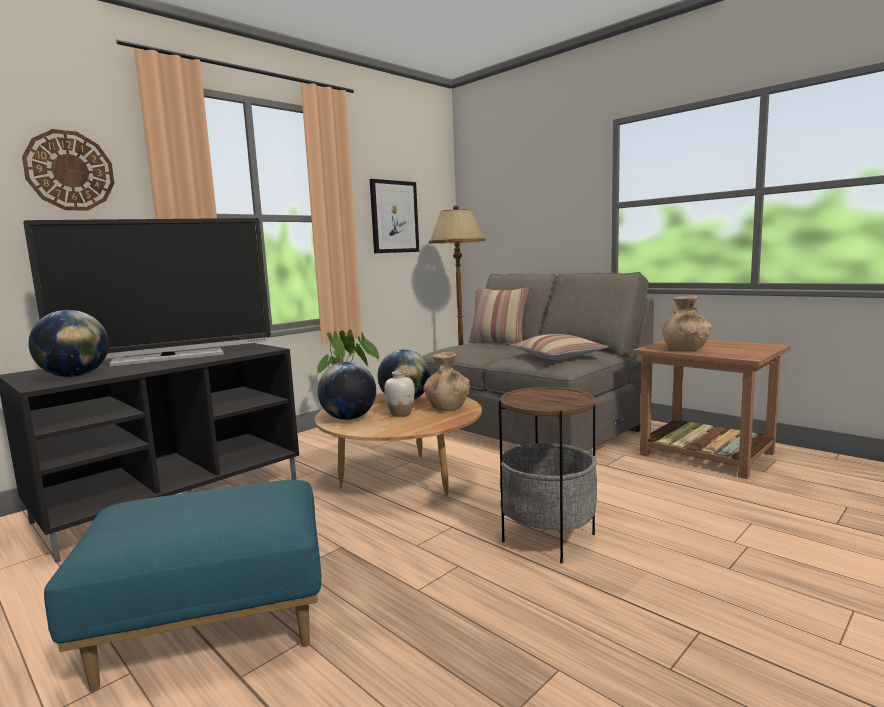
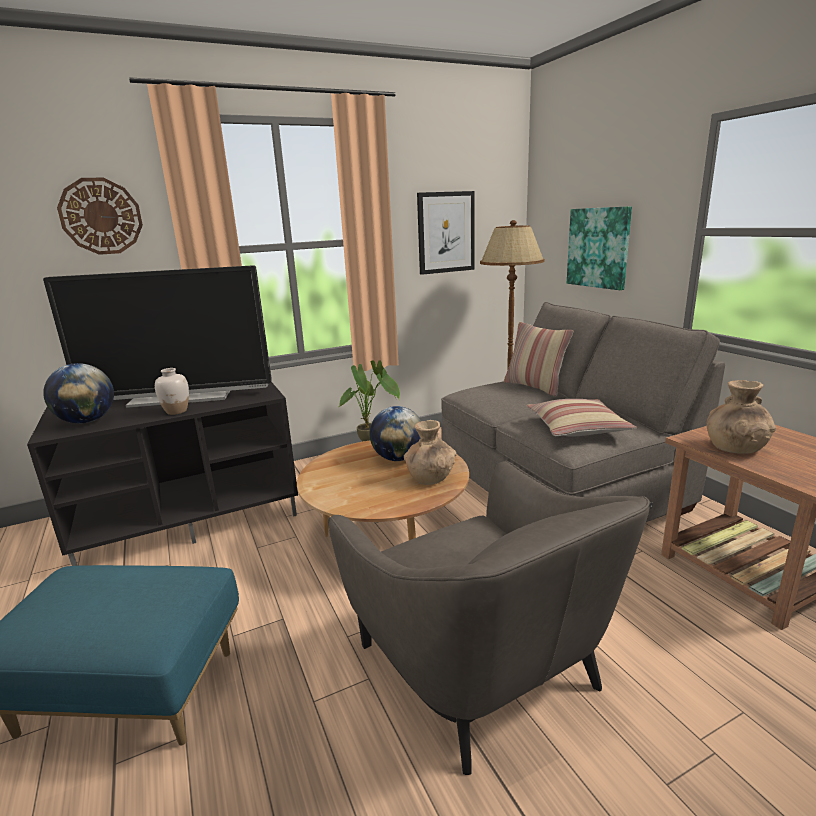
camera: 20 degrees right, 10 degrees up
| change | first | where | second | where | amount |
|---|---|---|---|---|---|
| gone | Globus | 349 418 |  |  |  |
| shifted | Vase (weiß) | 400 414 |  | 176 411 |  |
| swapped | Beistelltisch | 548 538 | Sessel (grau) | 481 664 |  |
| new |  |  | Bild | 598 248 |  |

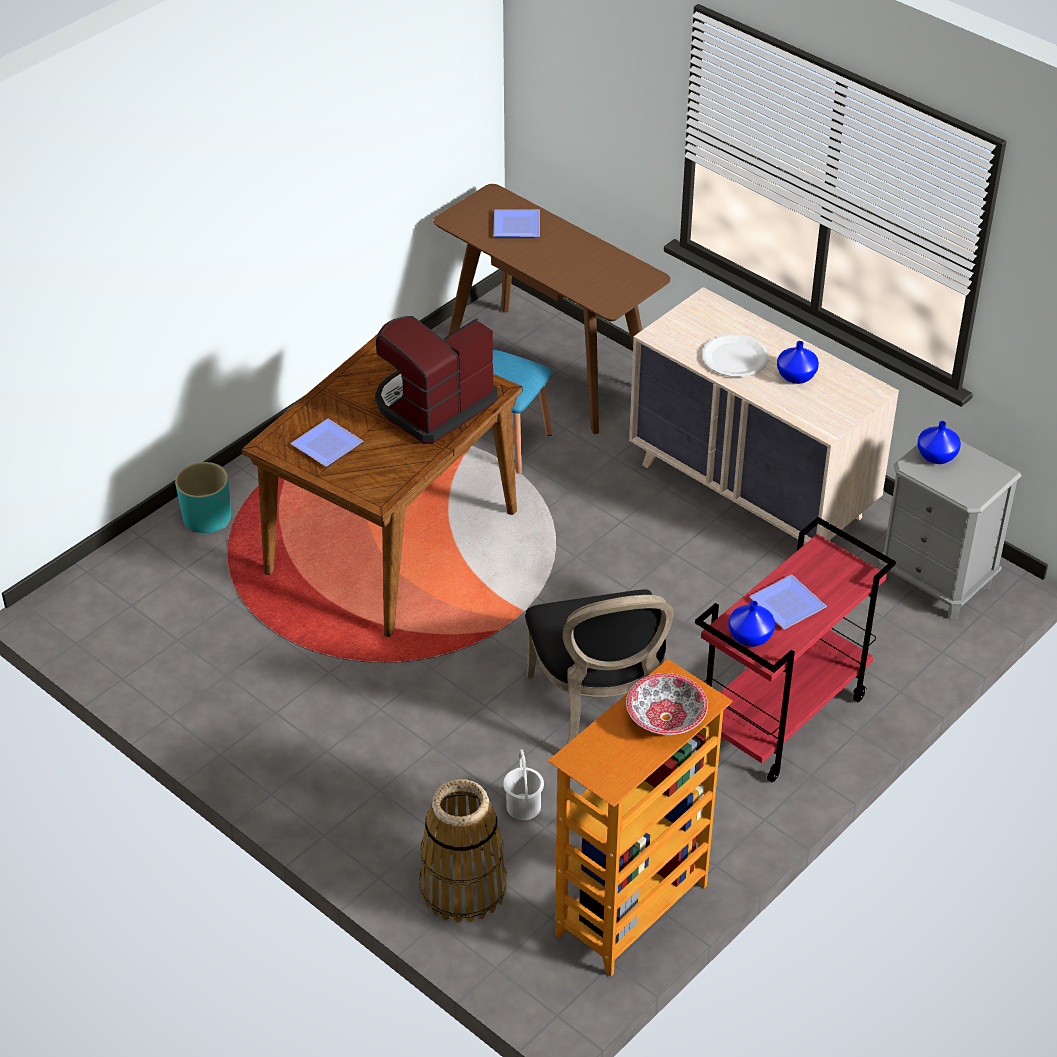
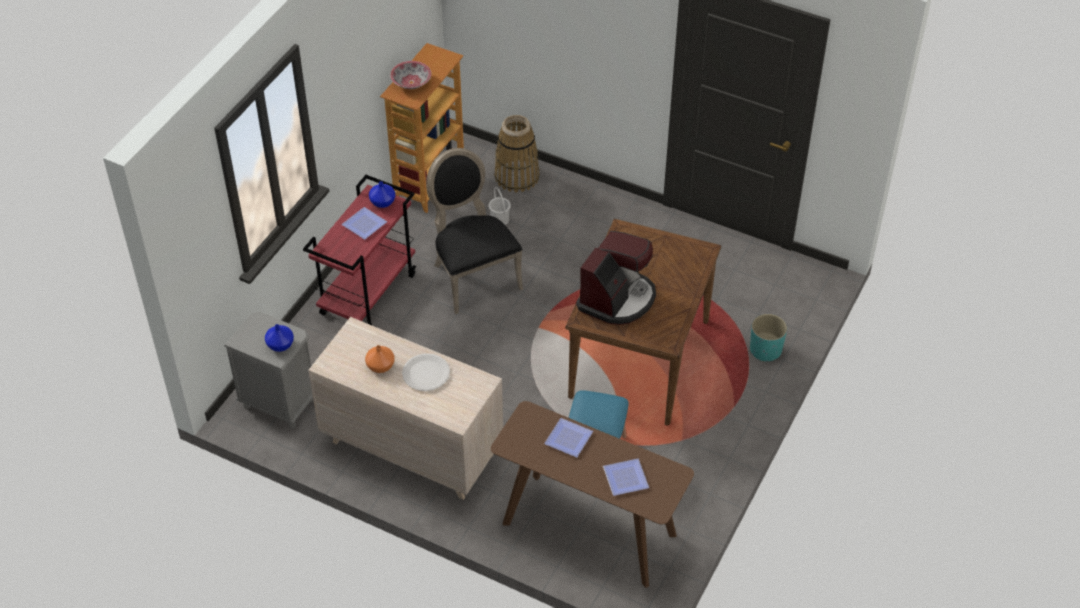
camera: 165 degrees right, 5 degrees up
| change | first | where | second | where | amount |
|---|---|---|---|---|---|
| shifted | Teller | 327 443 |  | 569 440 |  |
| repainted | Vase (blau) | 795 376 | Vase (orange) | 381 366 |  |

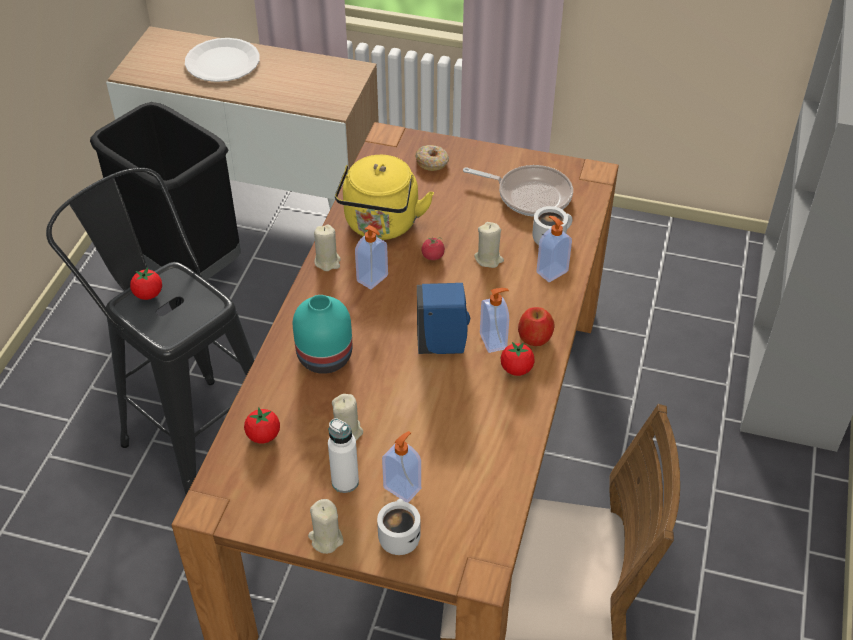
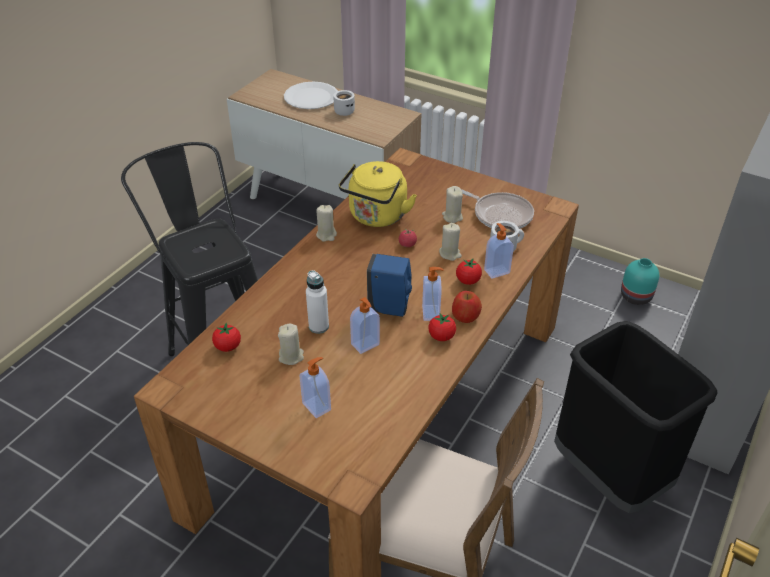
camera: 15 degrees right, 5 degrees down
| change | first | where | second | where | amount |
|---|---|---|---|---|---|
| shifted | Mülleimer (schwarz) | 185 265 |  | 611 474 |  |
| shifted | Tomate | 148 294 |  | 468 281 |  |
| shifted | Vase (türkis) | 323 357 |  | 634 296 |  |
| shifted | Kerze (beige) | 326 539 |  | 452 217 |  |
| shifted | Flasche (weiß) | 345 482 |  | 318 326 |  |
| shifted | Seifenspender | 373 279 |  | 366 345 |  |
| shifted | Henkelbecher (weiß) | 397 536 |  | 344 111 |  |
| gone | Donut | 432 162 |  |  |  |

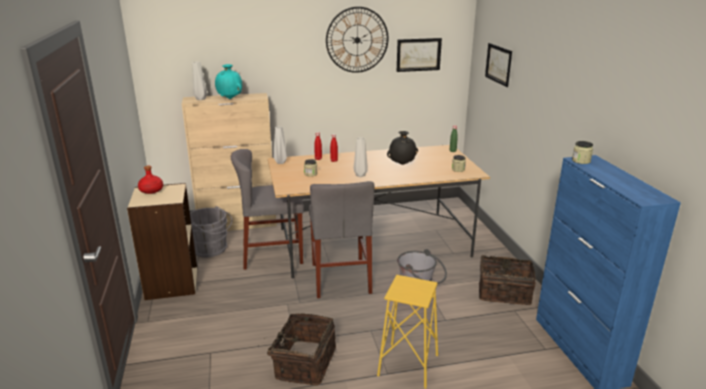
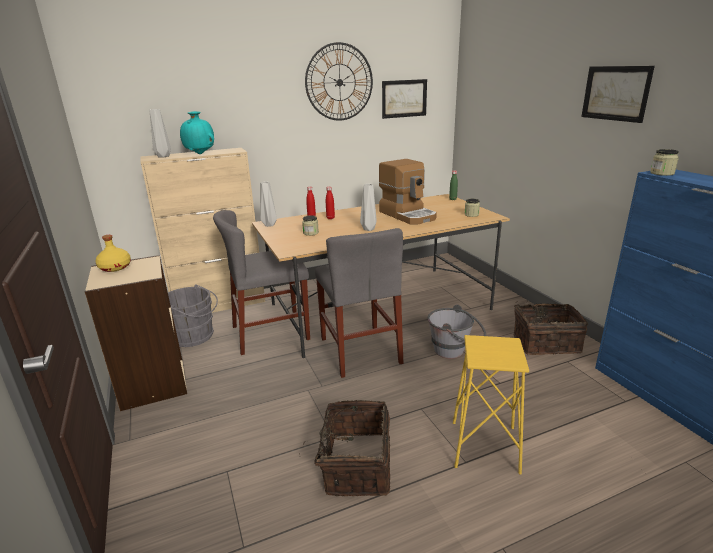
camera: 10 degrees left, 0 degrees up
| change | first | where | second | where | amount |
|---|---|---|---|---|---|
| repainted | Flasche (rot) | 151 190 | Flasche (gelb) | 115 267 |  |
| swapped | Vase (schwarz) | 402 164 | Kaffeemaschine | 408 215 |  |
| shifted | Bild | 498 64 |  | 615 93 |  |

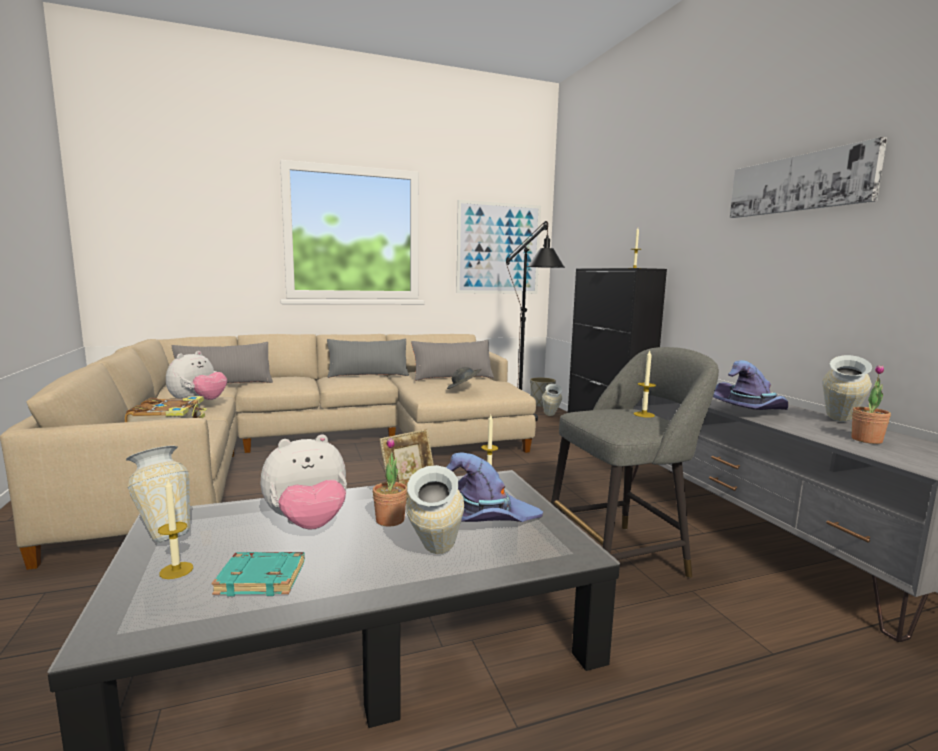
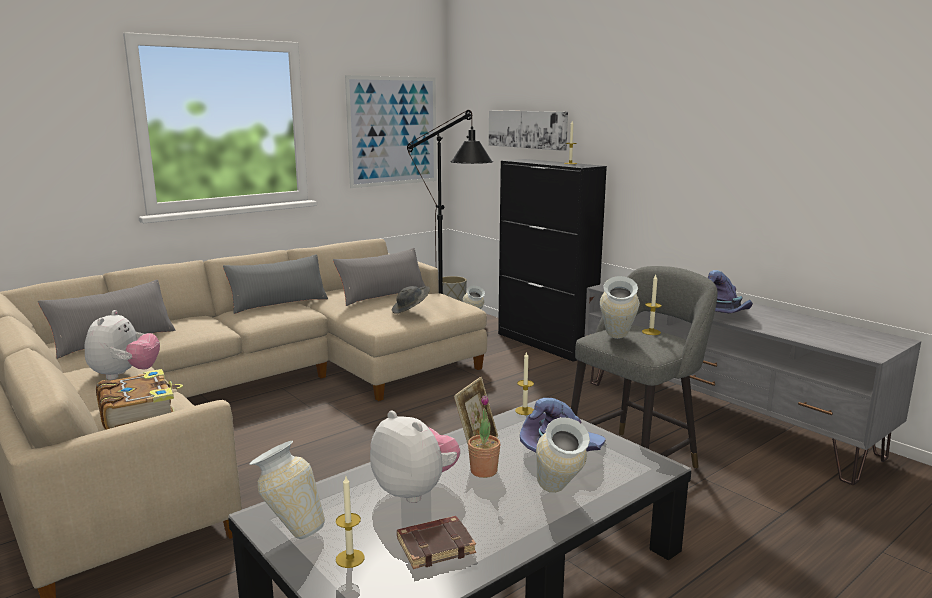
camera: 20 degrees left, 5 degrees up
| change | first | where | second | where | amount |
|---|---|---|---|---|---|
| repainted | Buch (türkis) | 262 578 | Buch (braun) | 436 546 |  |
| rotated | Plüschtier | 308 524 |  | 415 490 | 90 degrees counterclockwise |
| shifted | Bild | 799 183 |  | 527 129 |  |
| shifted | Vase | 839 423 |  | 616 342 |  |
| gone | Topfpflanze | 866 440 |  |  |  |

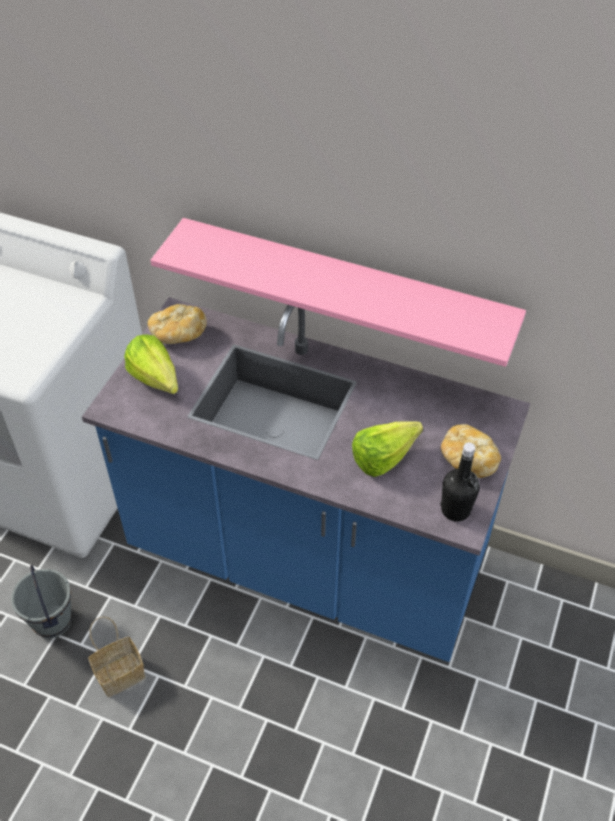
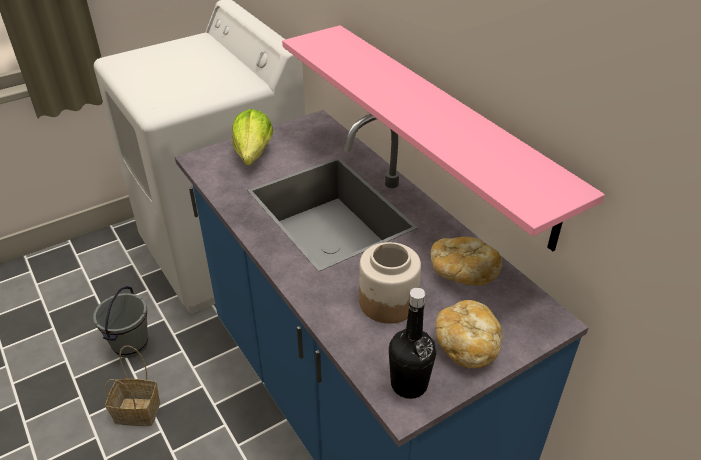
camera: 35 degrees right, 10 degrees down
| change | first | where | second | where | amount |
|---|---|---|---|---|---|
| shifted | Brot | 178 334 |  | 461 273 |  |
| swapped | Salatkopf | 389 457 | Vorratsglas | 387 301 |  |

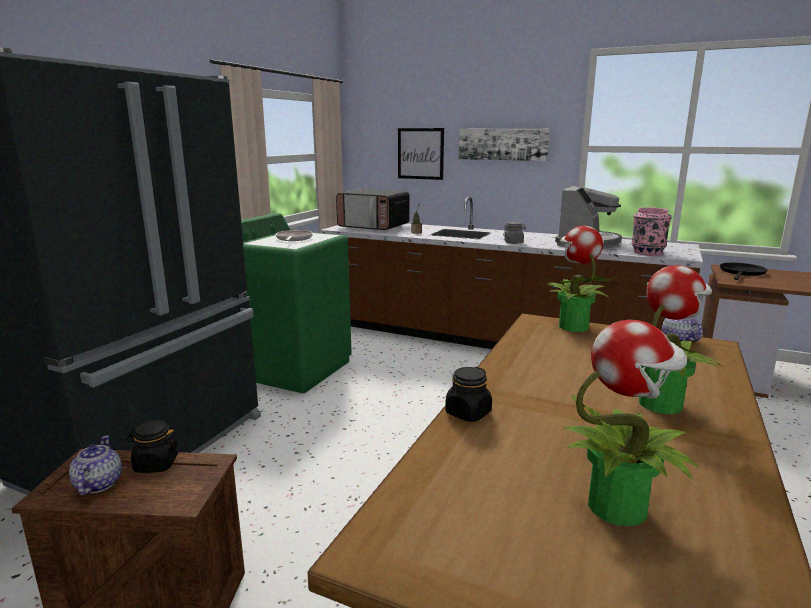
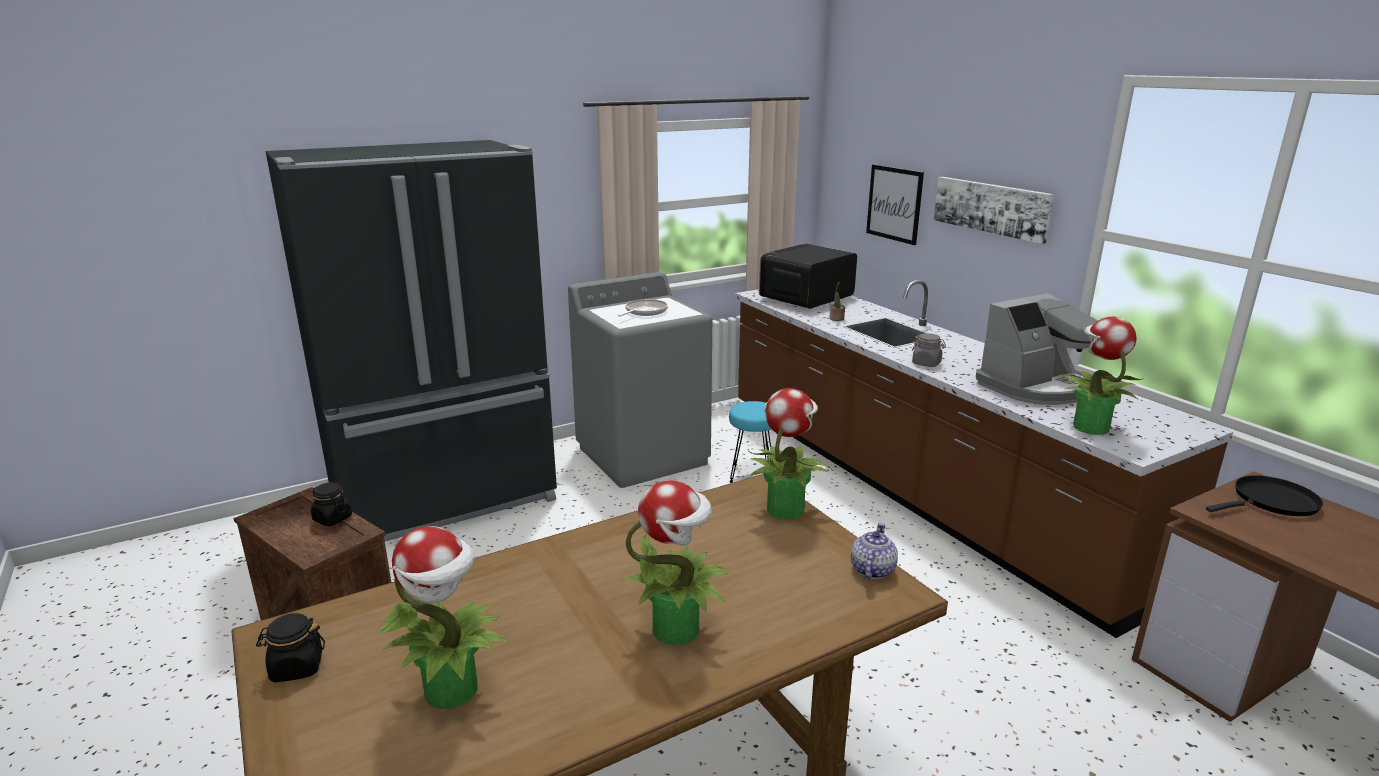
camera: 35 degrees right, 5 degrees up
| change | first | where | second | where | amount |
|---|---|---|---|---|---|
| gone | Teekanne | 97 484 |  |  |  |
| repainted | Waschmaschine (grün) | 293 368 | Waschmaschine (grau) | 643 455 |  |
| rotated | Mikrowelle | 374 226 |  | 805 298 | 75 degrees clockwise |
| shifted | Vorratsglas (schwarz) | 468 413 |  | 296 667 |  |
| swapped | Vase (rosa) | 647 252 | Topfpflanze | 1089 427 |  |
| new |  |  | Hocker (türkis) | 752 475 |  |

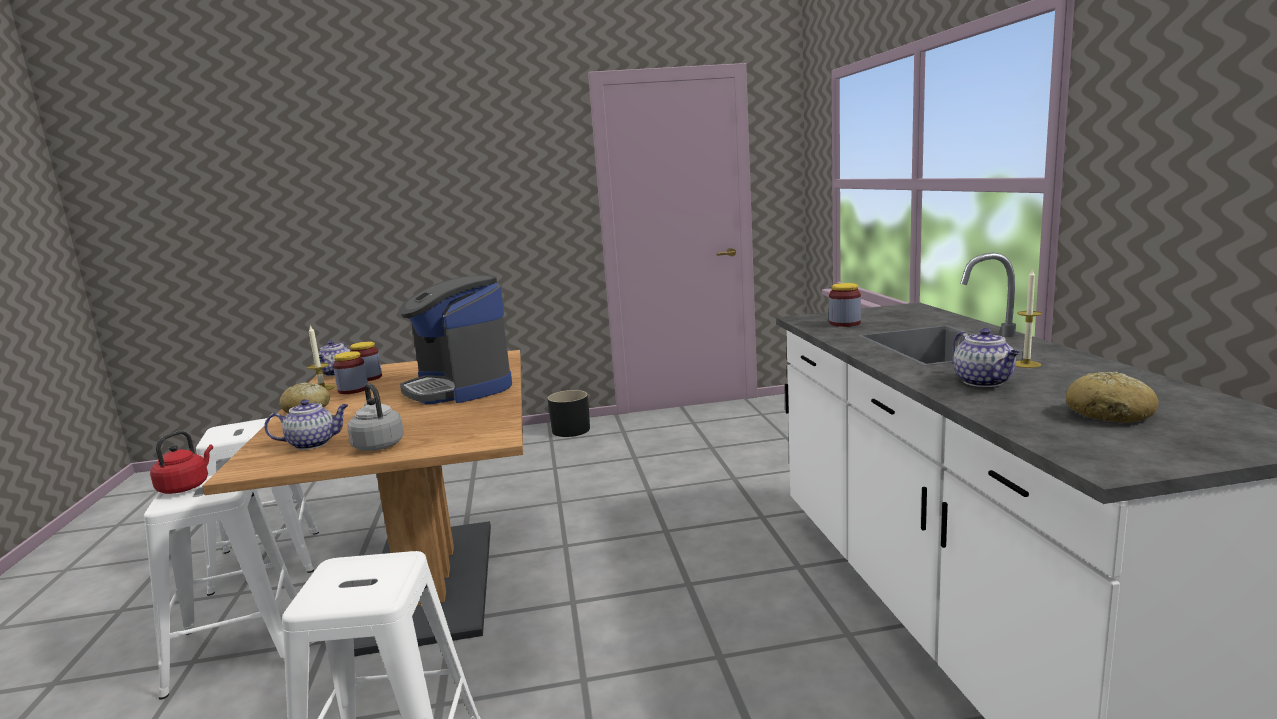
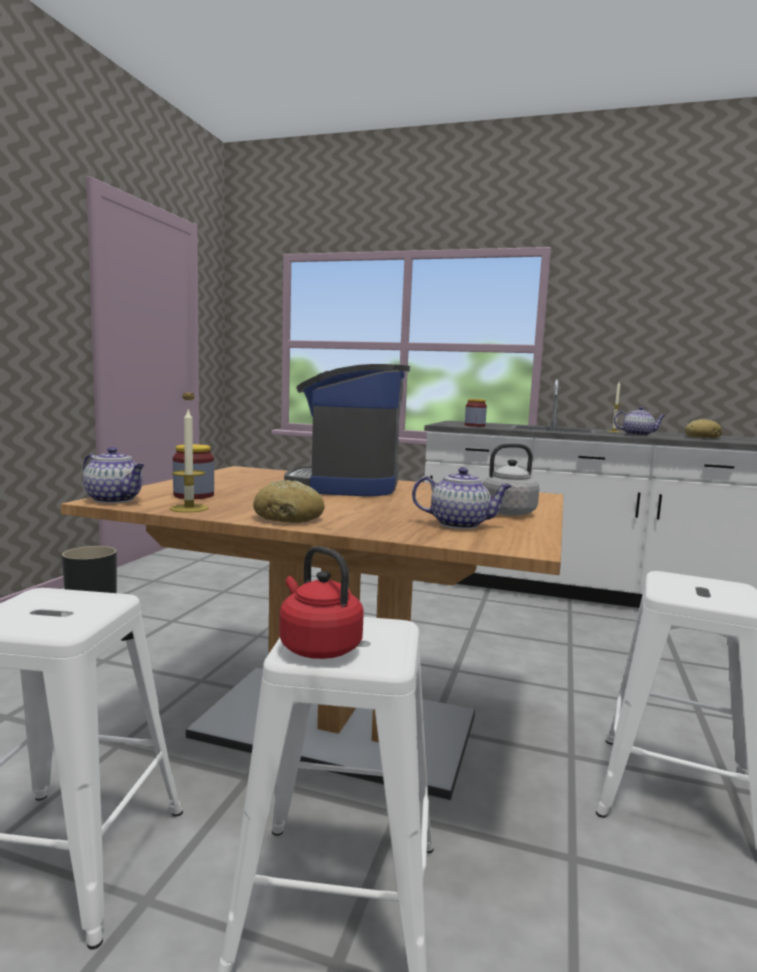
camera: 65 degrees left, 5 degrees down
| change | first | where | second | where | amount |
|---|---|---|---|---|---|
| rotated | Teekanne | 313 443 |  | 460 524 | 90 degrees clockwise |
| gone | Vorratsglas | 353 390 |  |  |  |
| rotated | Kaffeemaschine | 459 388 |  | 346 485 | 105 degrees clockwise |

